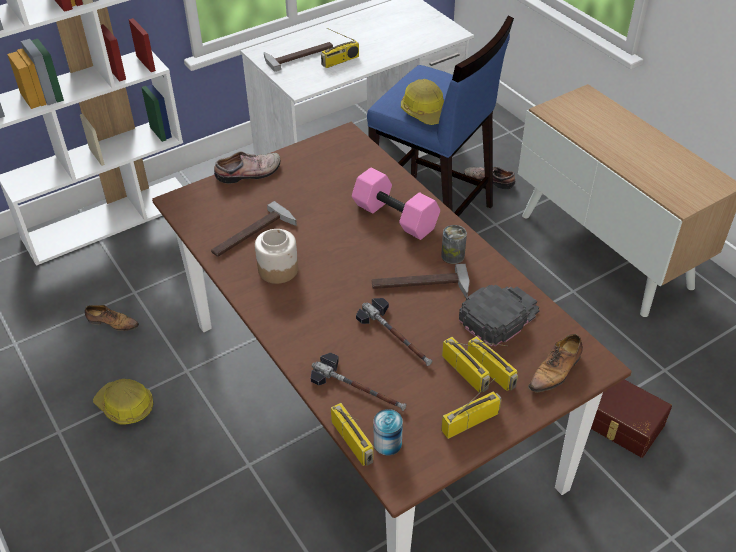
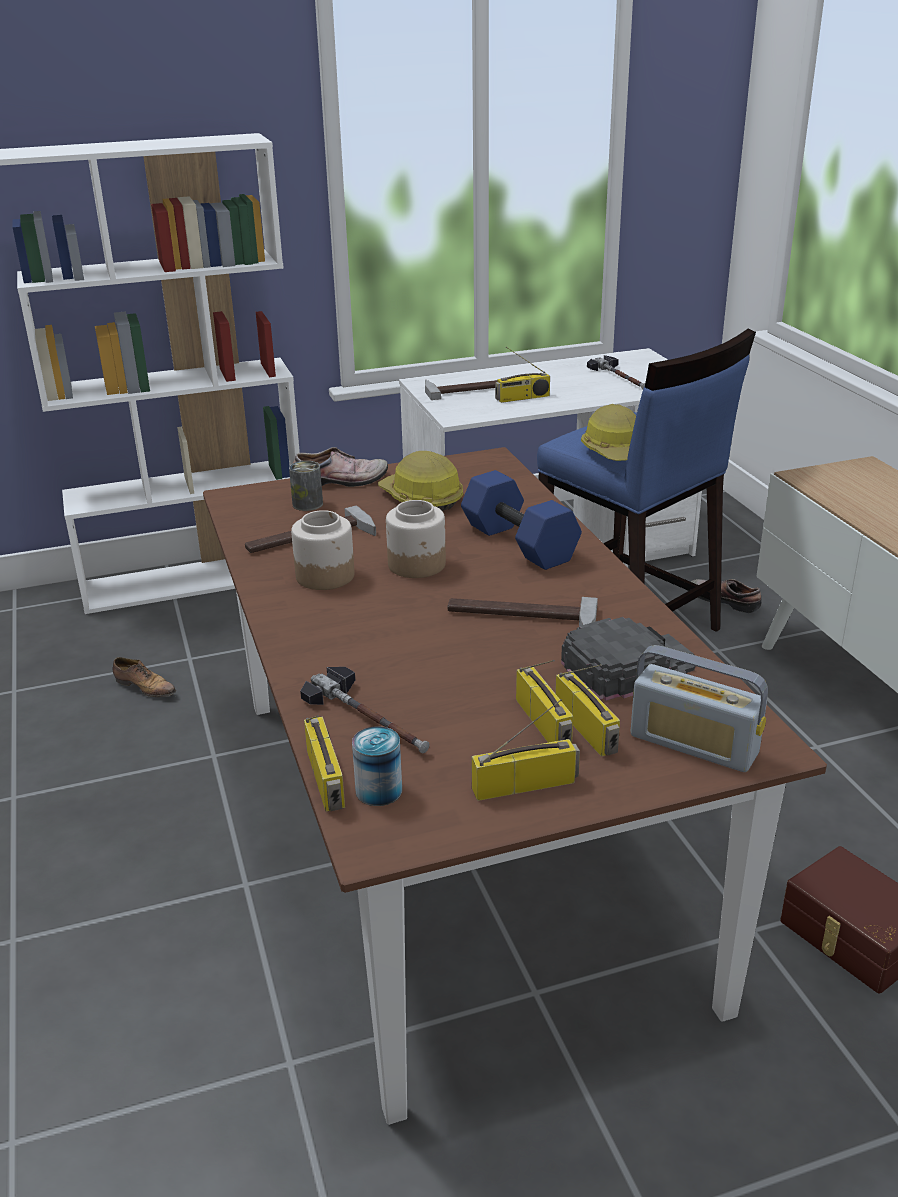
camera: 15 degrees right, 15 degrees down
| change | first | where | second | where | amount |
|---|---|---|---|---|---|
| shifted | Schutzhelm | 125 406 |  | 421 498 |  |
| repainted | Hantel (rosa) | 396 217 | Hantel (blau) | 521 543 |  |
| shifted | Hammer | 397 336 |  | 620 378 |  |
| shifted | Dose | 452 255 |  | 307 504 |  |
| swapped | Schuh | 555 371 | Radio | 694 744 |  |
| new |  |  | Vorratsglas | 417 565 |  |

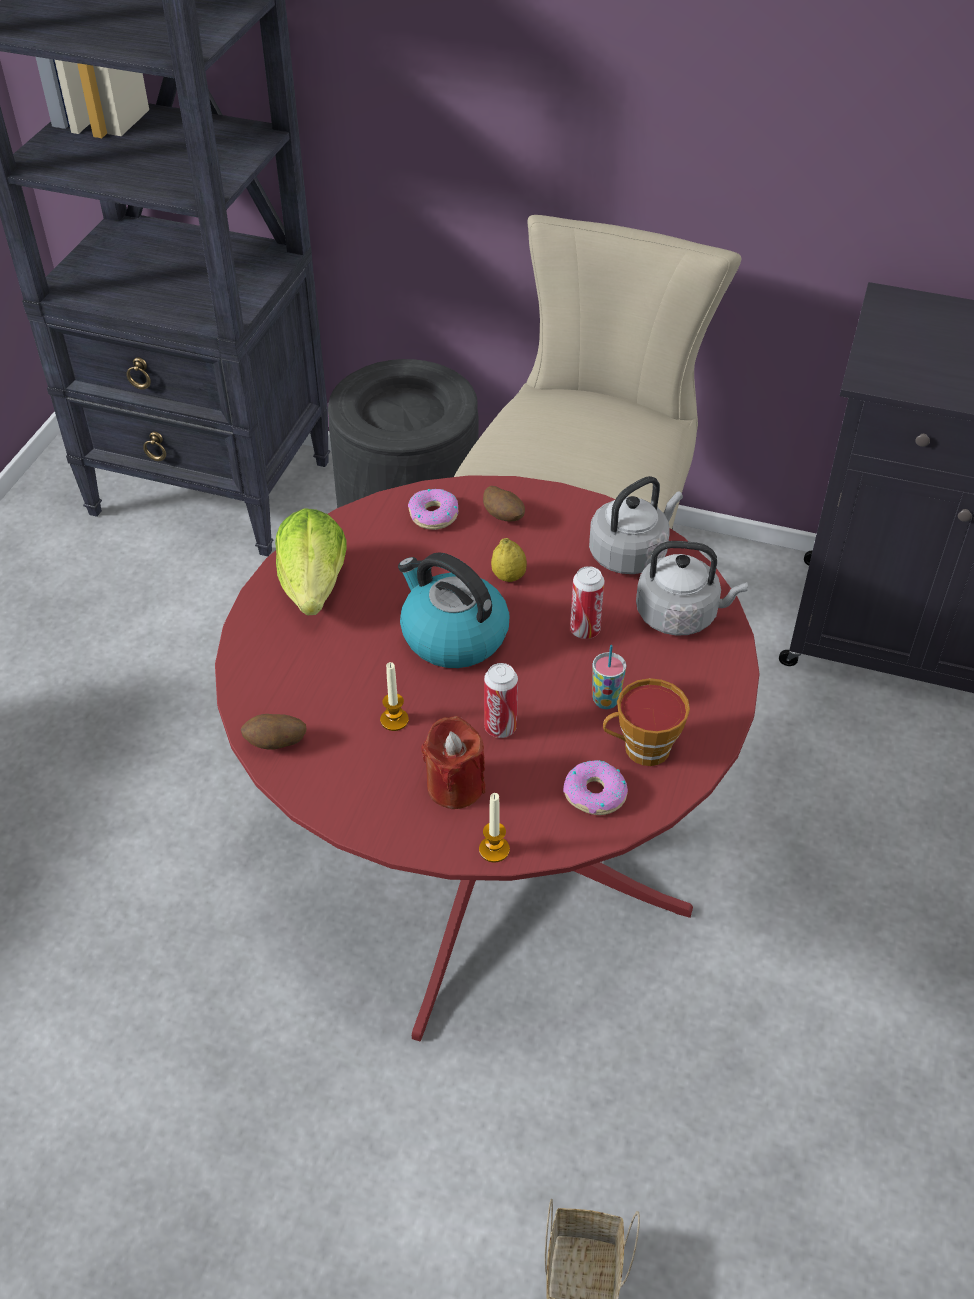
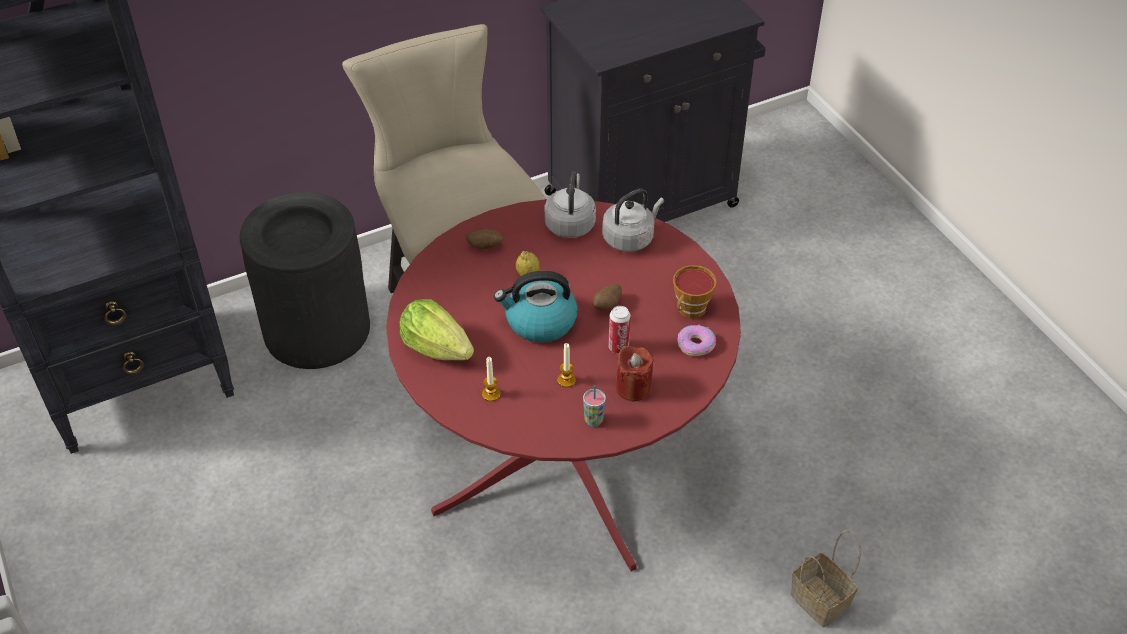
camera: 45 degrees left, 0 degrees up
| change | first | where | second | where | amount |
|---|---|---|---|---|---|
| shifted | Kartoffel | 276 744 |  | 607 306 |  |
| gone | Donut | 433 515 |  |  |  |
| shifted | Kerze | 494 850 |  | 491 394 |  |
| gone | Dose | 585 630 |  |  |  |
| shifted | Tasse | 606 700 |  | 593 420 |  |

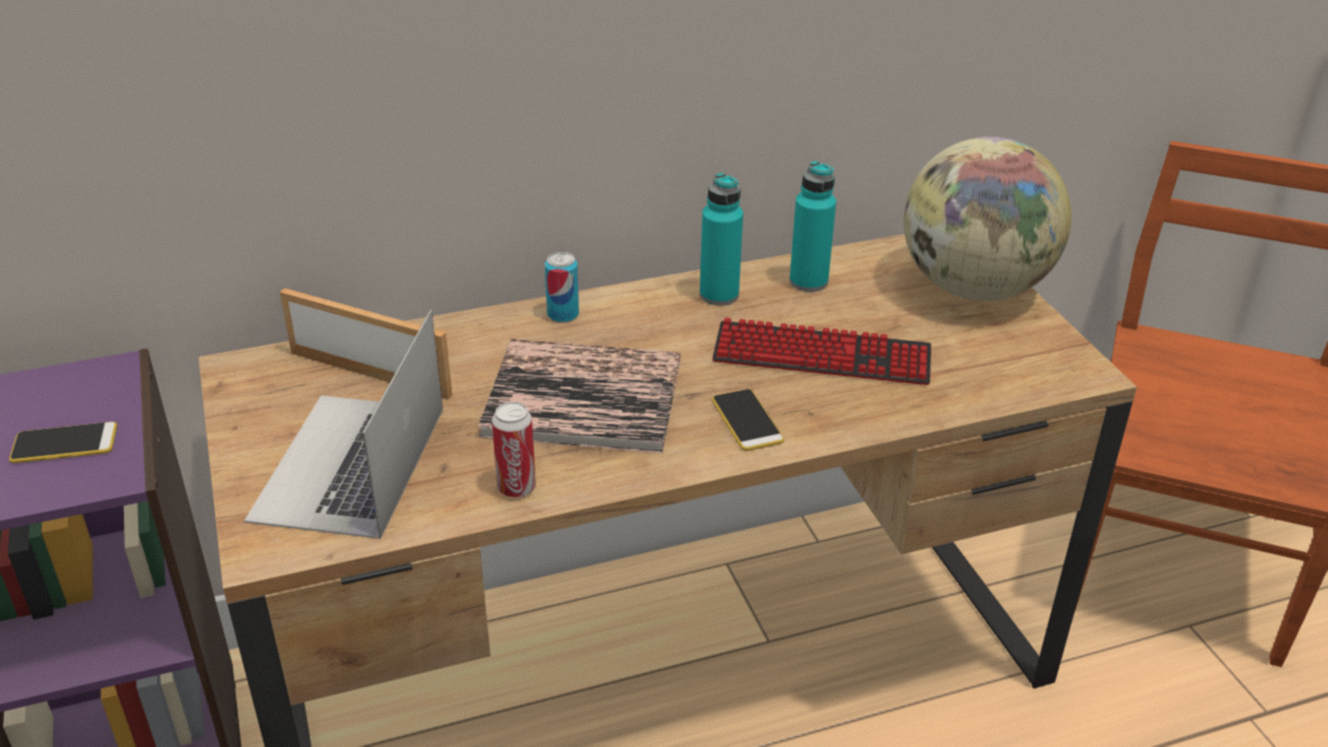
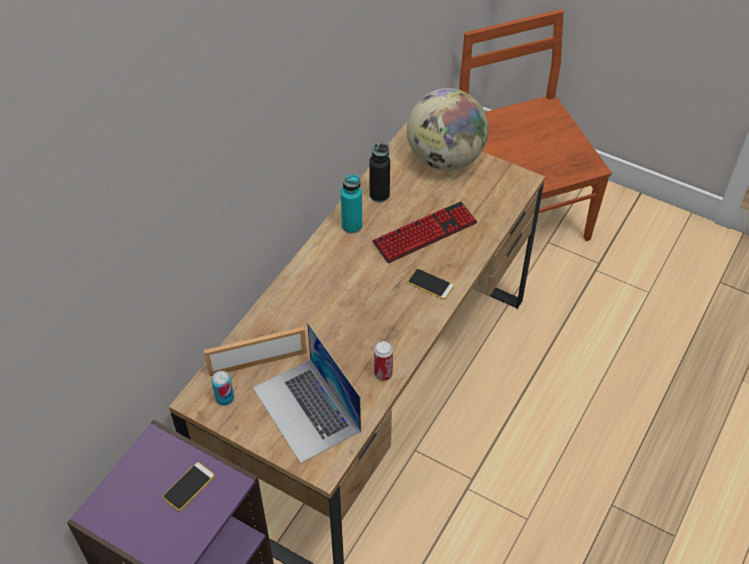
camera: 40 degrees left, 15 degrees up
| change | first | where | second | where | amount |
|---|---|---|---|---|---|
| gone | Buch | 583 397 |  |  |  |
| shifted | Dose | 563 315 |  | 225 398 |  |
| repainted | Flasche (türkis) | 808 282 | Flasche (schwarz) | 379 195 |  |

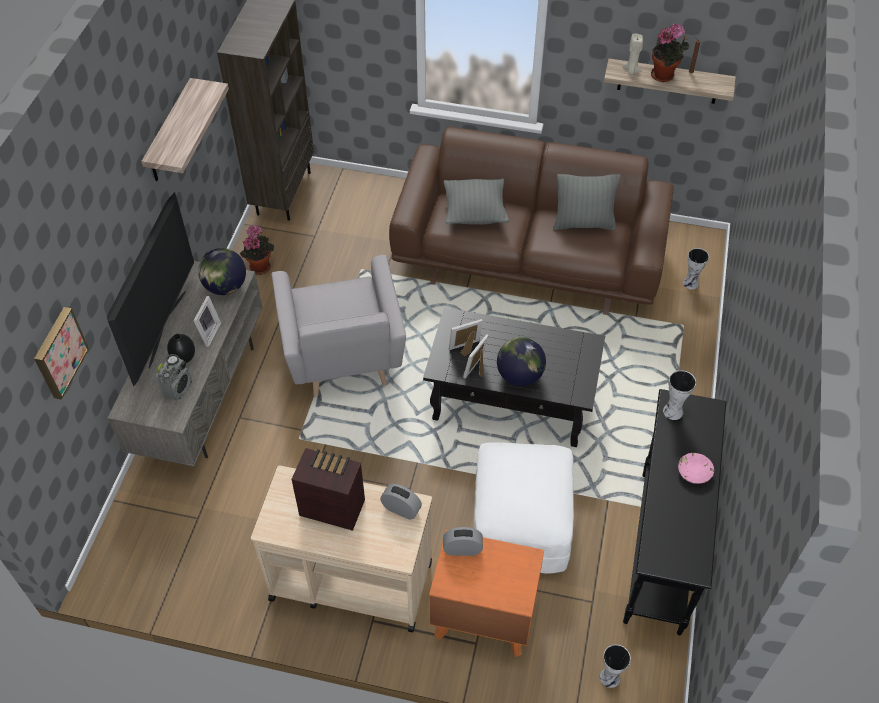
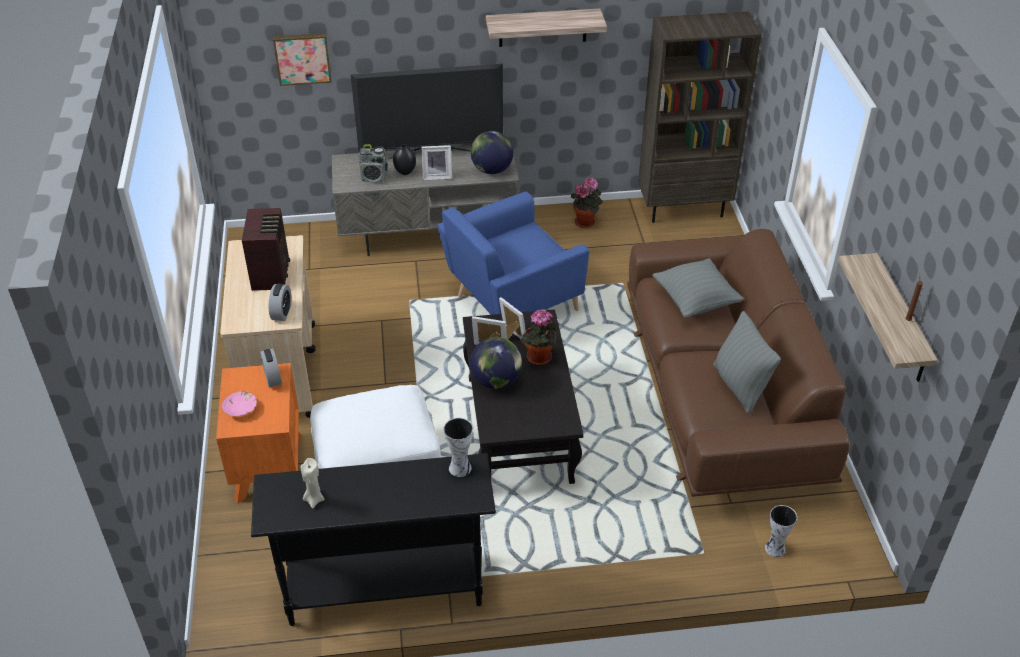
camera: 70 degrees right, 10 degrees down
| change | first | where | second | where | amount |
|---|---|---|---|---|---|
| repainted | Sessel (grau) | 343 357 | Sessel (blau) | 511 301 |  |
| gone | Vase | 610 677 |  |  |  |
| shifted | Kerze (beige) | 631 71 |  | 314 499 |  |
| shifted | Topfpflanze | 664 76 |  | 539 359 |  |
| shifted | Schüssel (rosa) | 694 472 |  | 241 409 |  |

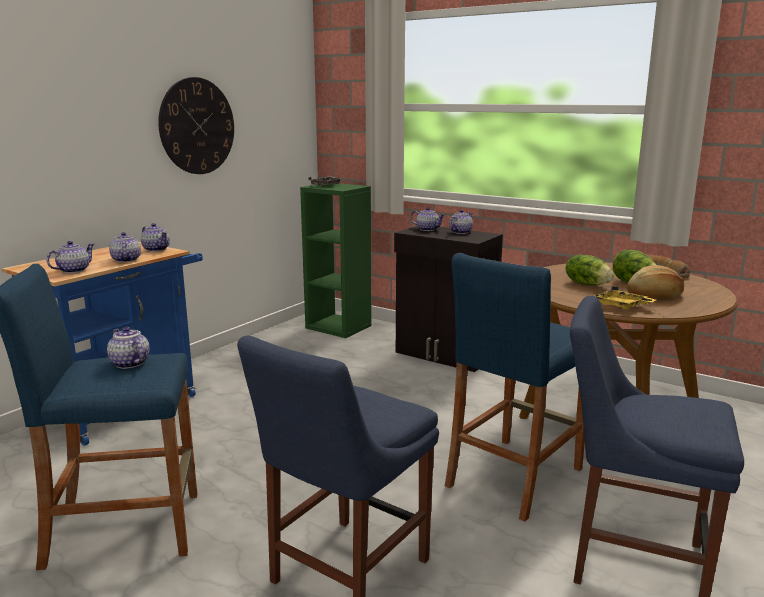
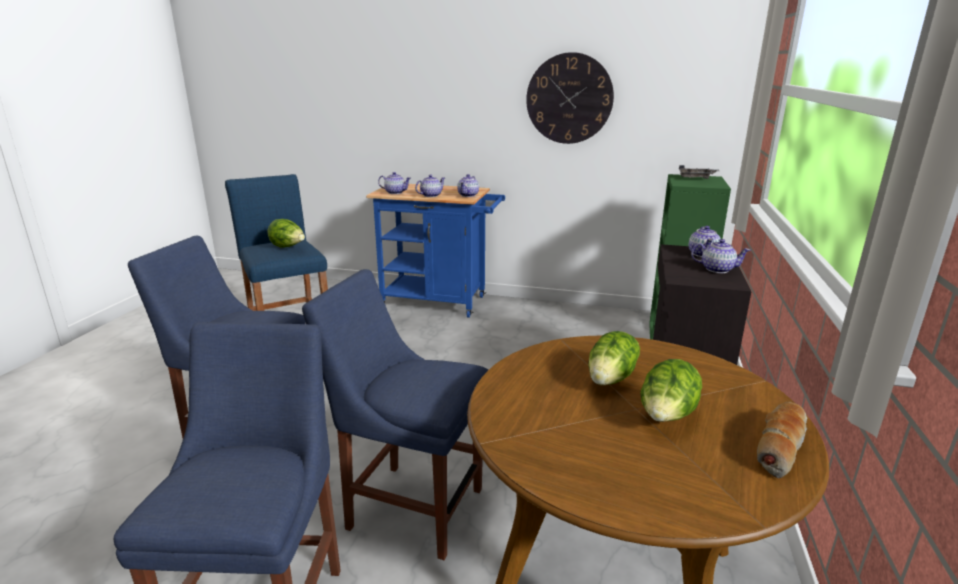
camera: 70 degrees right, 5 degrees up
| change | first | where | second | where | amount |
|---|---|---|---|---|---|
| swapped | Teekanne | 129 363 | Salatkopf | 288 247 |  |
| swapped | Hocker (blau) | 514 476 | Stuhl (blau) | 409 506 |  |
| gone | Tablett (gelb) | 621 306 |  |  |  |
| gone | Brot | 654 296 |  |  |  |

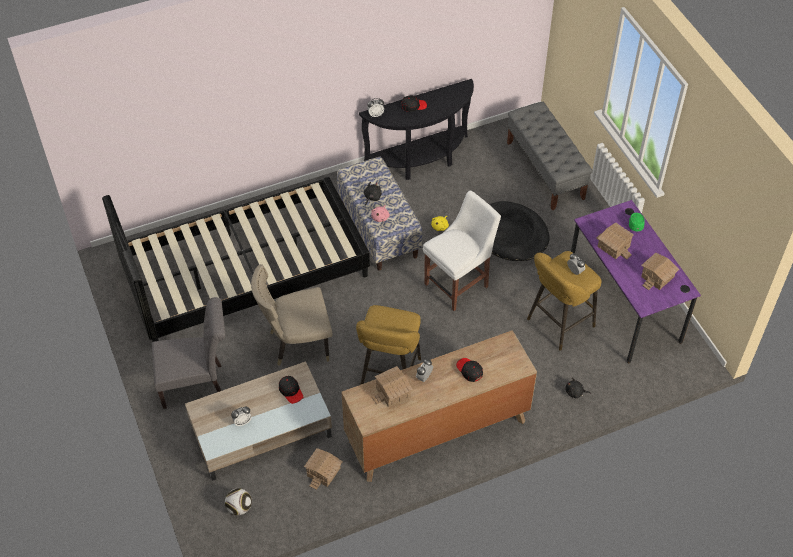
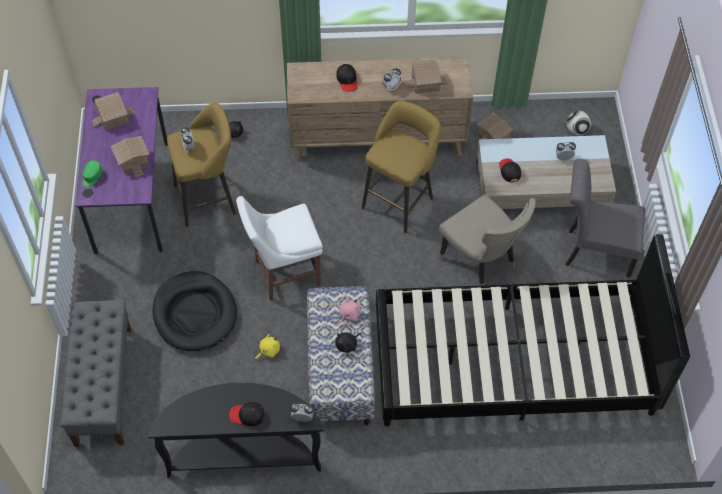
camera: 160 degrees left, 5 degrees up
| change | first | where | second | where | amount |
|---|---|---|---|---|---|
| rotated | Stuhl (beige) | 296 344 |  | 481 262 | 45 degrees clockwise |

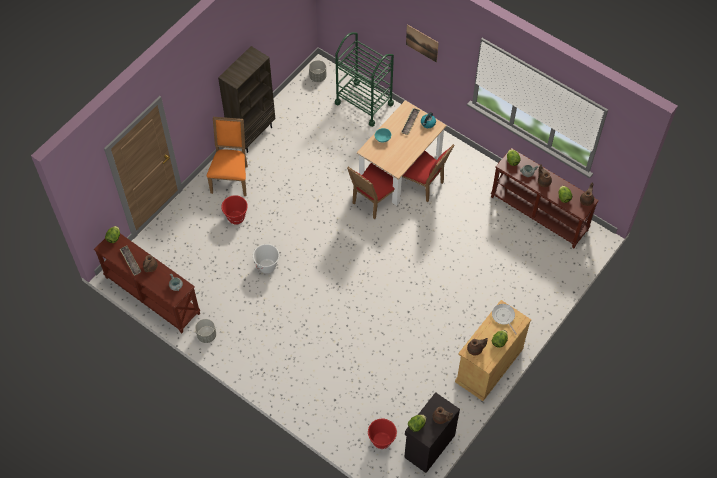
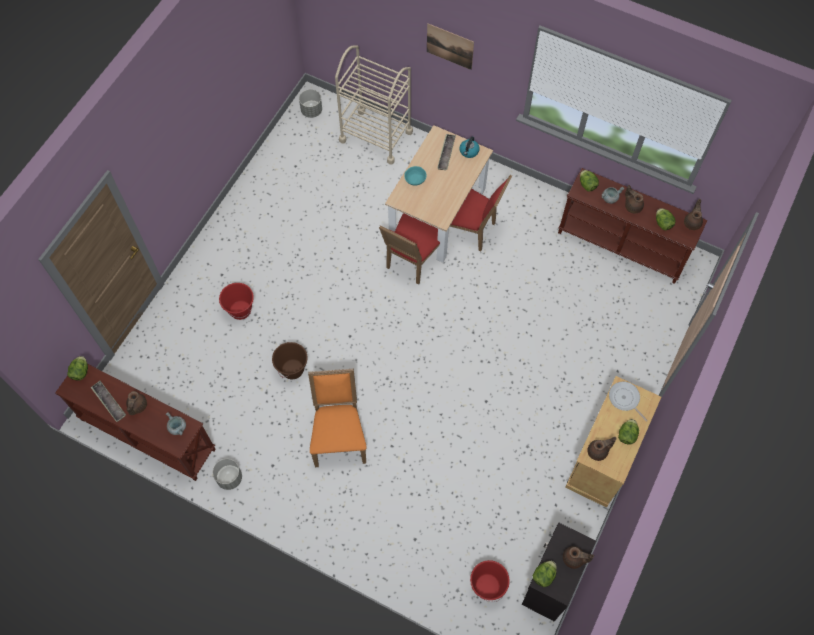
camera: 10 degrees left, 5 degrees up
| change | first | where | second | where | amount |
|---|---|---|---|---|---|
| shifted | Stuhl (orange) | 231 177 |  | 339 437 |  |
| gone | Bücherregal (braun) | 252 135 |  |  |  |
| repainted | Eimer (weiß) | 267 266 | Eimer (braun) | 293 369 |  |
| repainted | Rollwagen (grün) | 364 103 | Rollwagen (beige) | 376 136 |  |

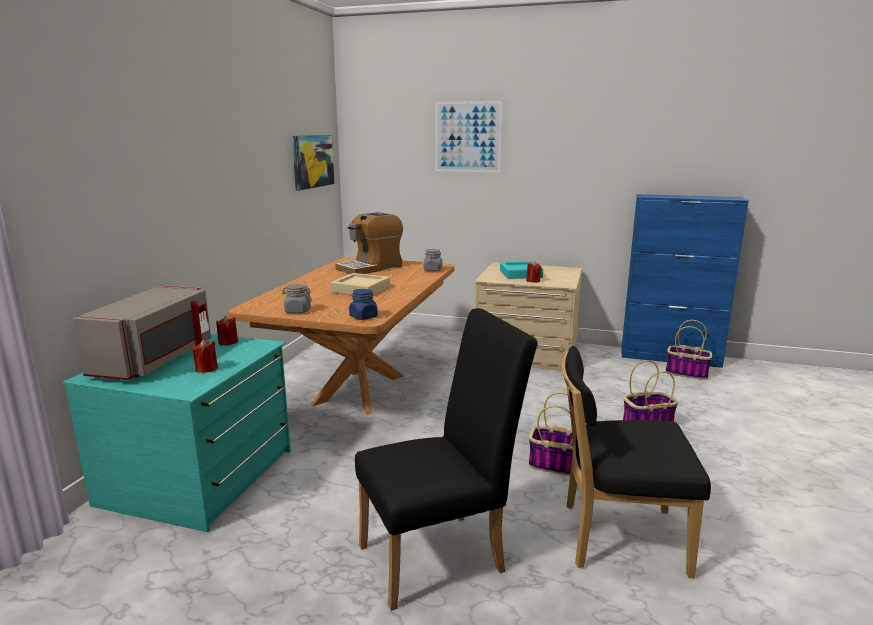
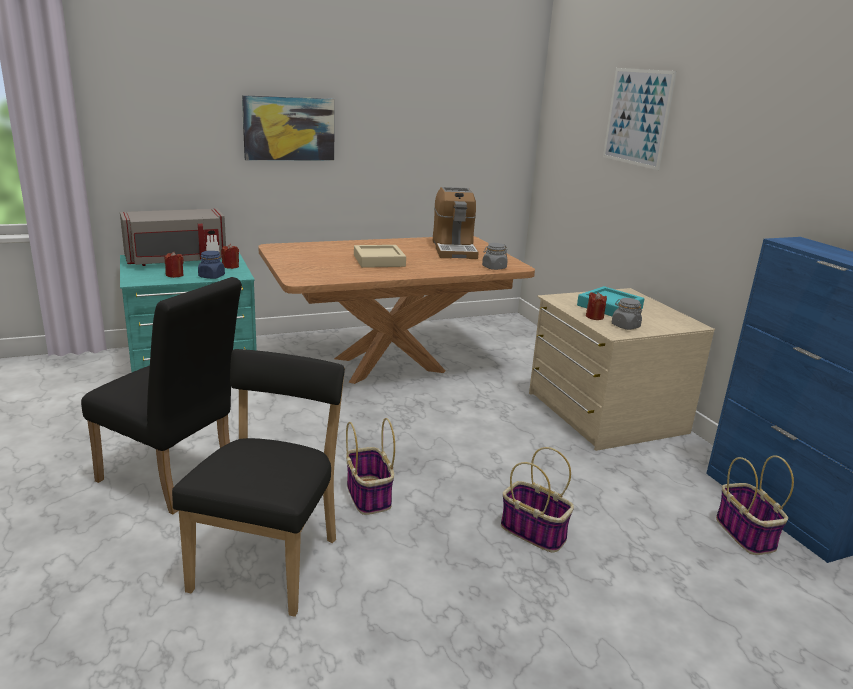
camera: 50 degrees right, 5 degrees up
| change | first | where | second | where | amount |
|---|---|---|---|---|---|
| shifted | Vorratsglas (grau) | 297 311 |  | 625 326 |  |
| shifted | Bild | 312 161 |  | 289 128 |  |
| rotated | Kaffeemaschine | 370 268 |  | 454 249 | 105 degrees counterclockwise |
| shifted | Vorratsglas (blau) | 363 317 |  | 211 276 |  |
| rotated | Stuhl (schwarz) | 616 537 |  | 270 560 | 45 degrees clockwise |

